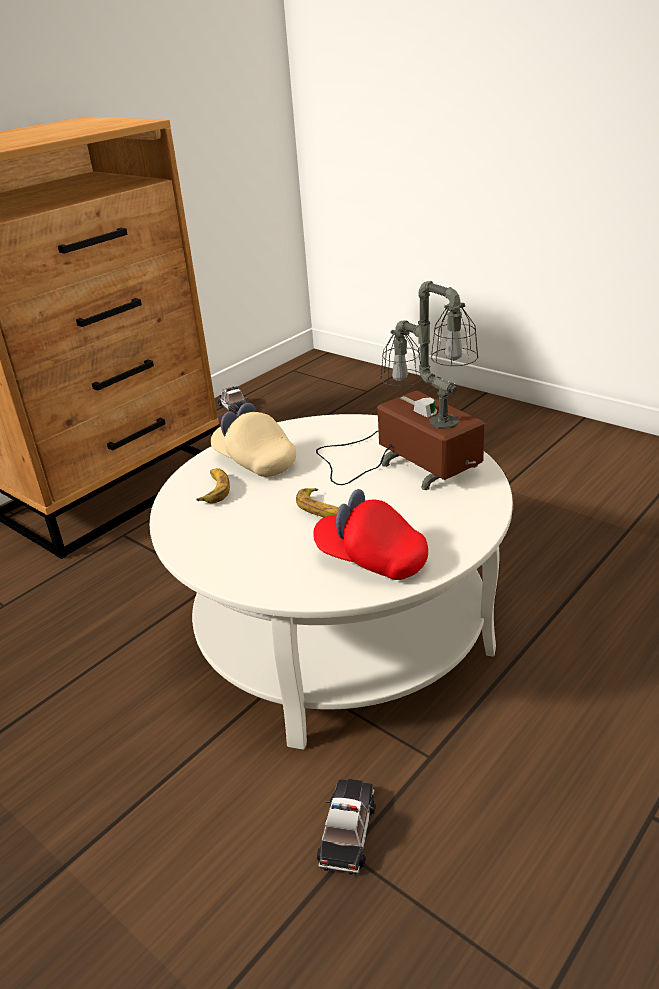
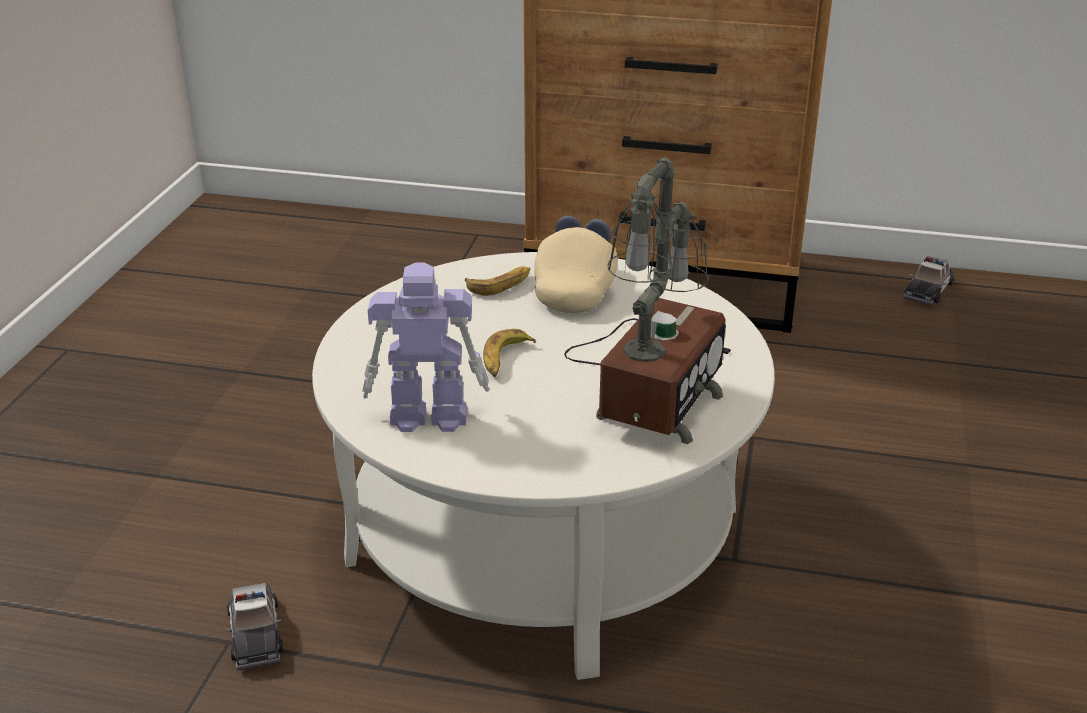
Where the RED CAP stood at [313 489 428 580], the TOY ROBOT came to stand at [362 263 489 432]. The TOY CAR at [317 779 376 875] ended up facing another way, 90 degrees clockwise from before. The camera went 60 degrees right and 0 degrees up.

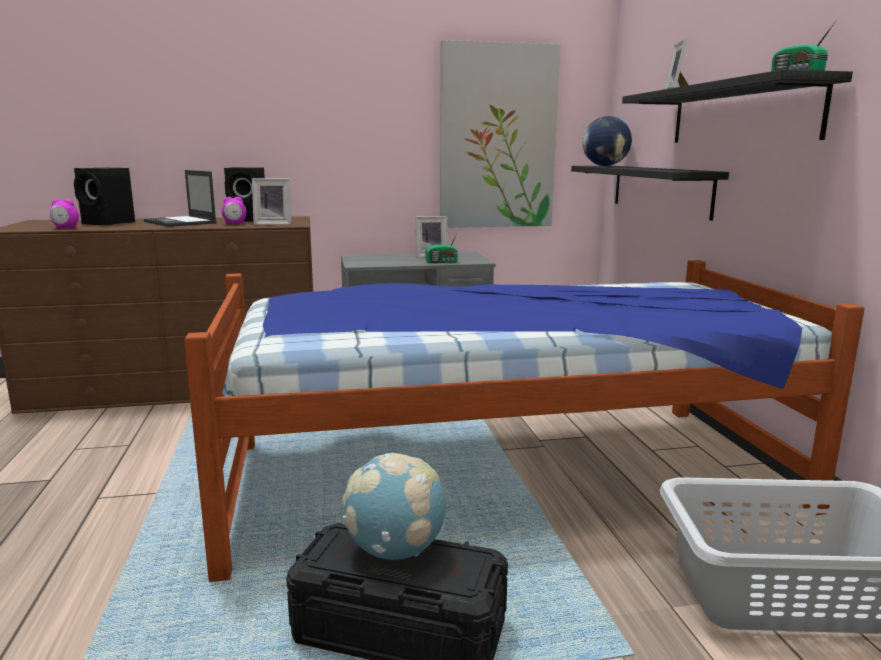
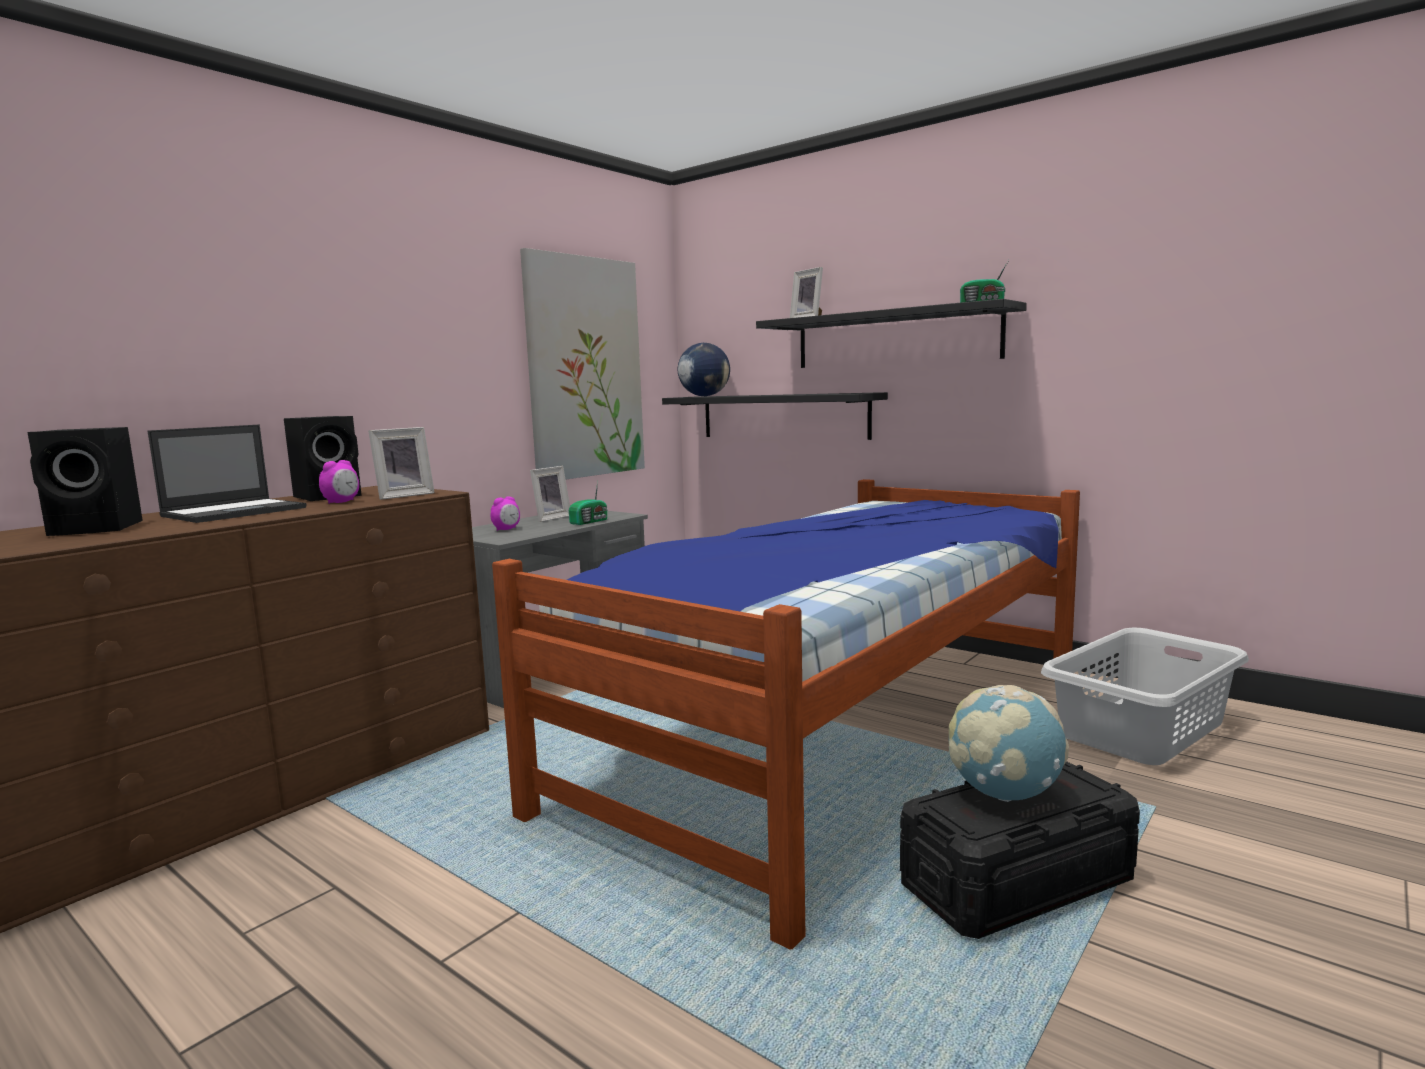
The ALARM CLOCK ended up elsewhere, having gone from [50 199 79 228] to [490 496 520 531]. The LAPTOP at [144 170 217 227] ended up facing another way, 60 degrees counterclockwise from before. The camera went 40 degrees left and 5 degrees down.

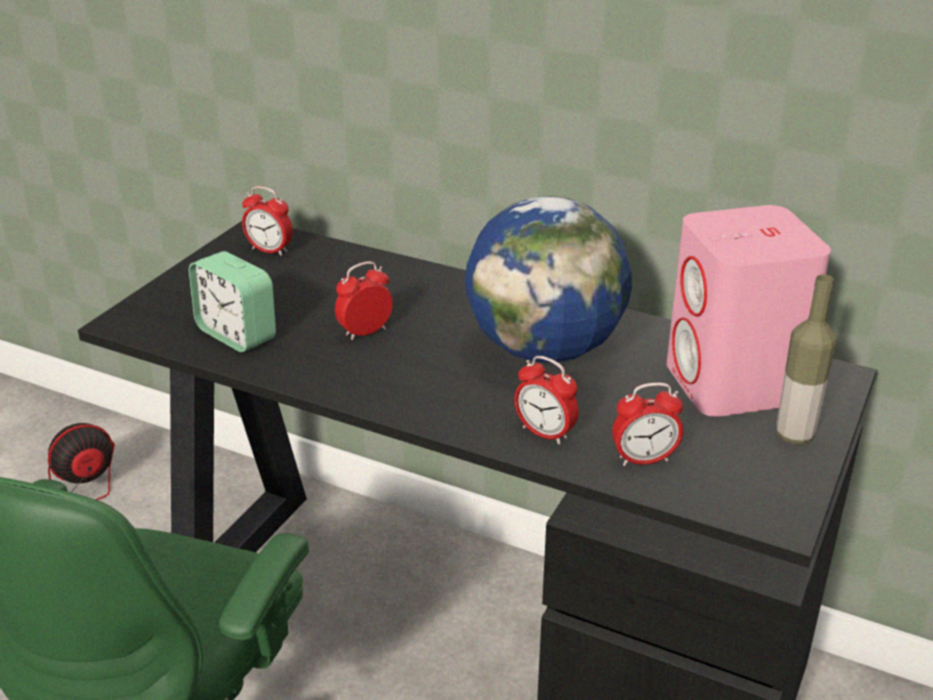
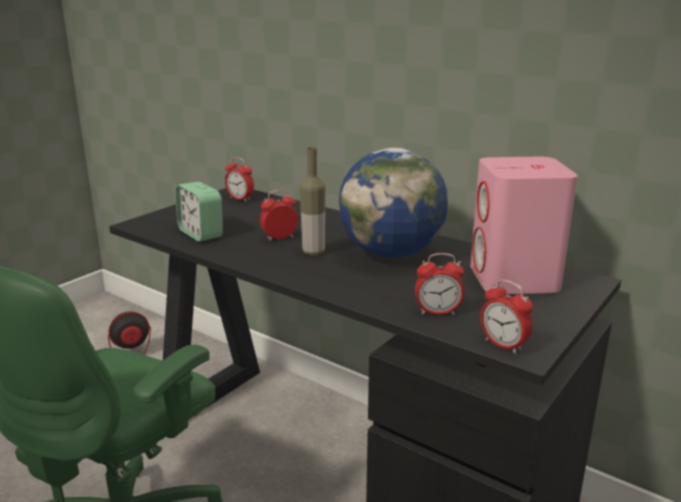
The ALARM CLOCK ended up elsewhere, having gone from [514 356 579 444] to [480 279 533 354]. The BOTTLE ended up elsewhere, having gone from [776 275 836 444] to [300 147 325 255]. The camera went 10 degrees right and 10 degrees down.

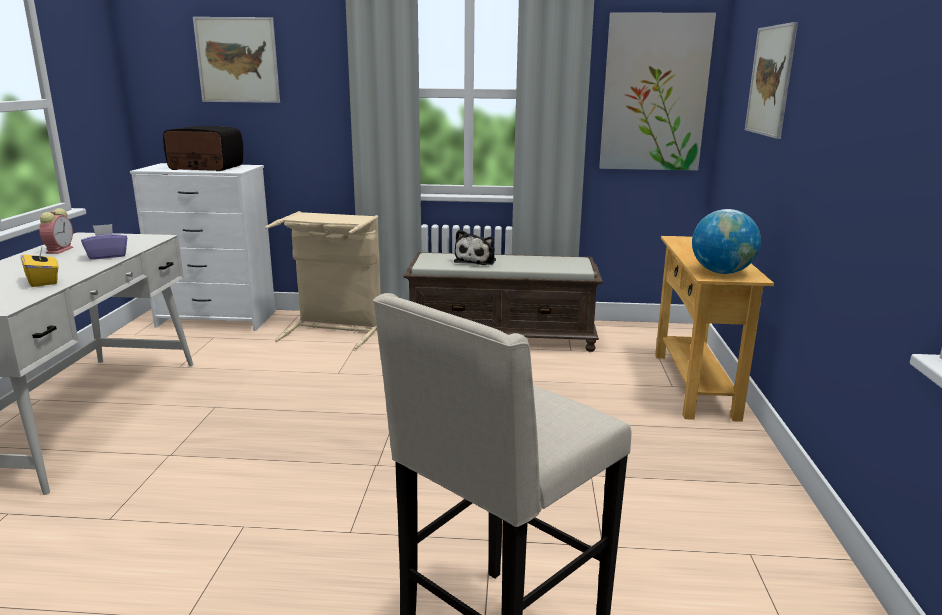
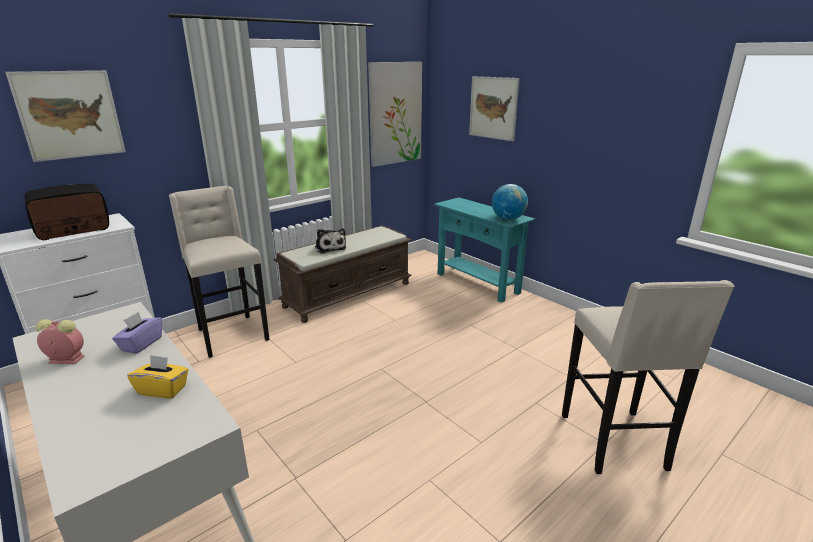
Where the BEIGE LAUNDRY BASKET stood at [265 211 381 349], the BEIGE STOOL came to stand at [169 186 269 358]. What was the BEIGE CONSOLE TABLE at [655 236 774 422] turned into the TURQUOISE CONSOLE TABLE at [434 197 535 303]. The ALARM CLOCK at [39 208 73 254] ended up facing another way, 45 degrees counterclockwise from before. The camera went 45 degrees left and 5 degrees up.

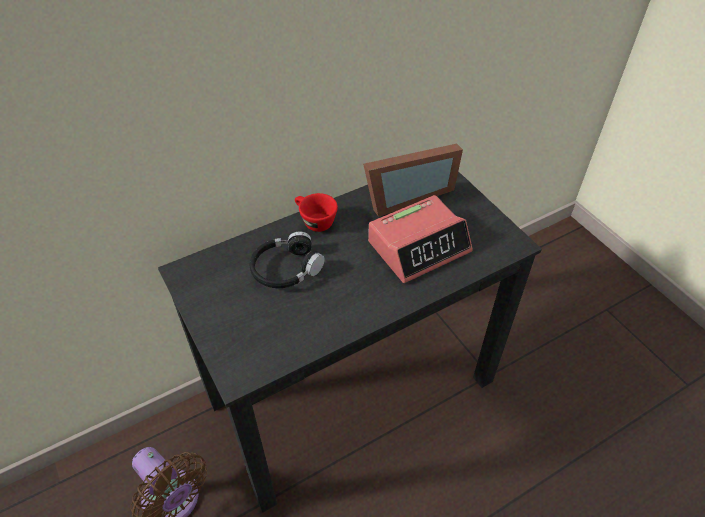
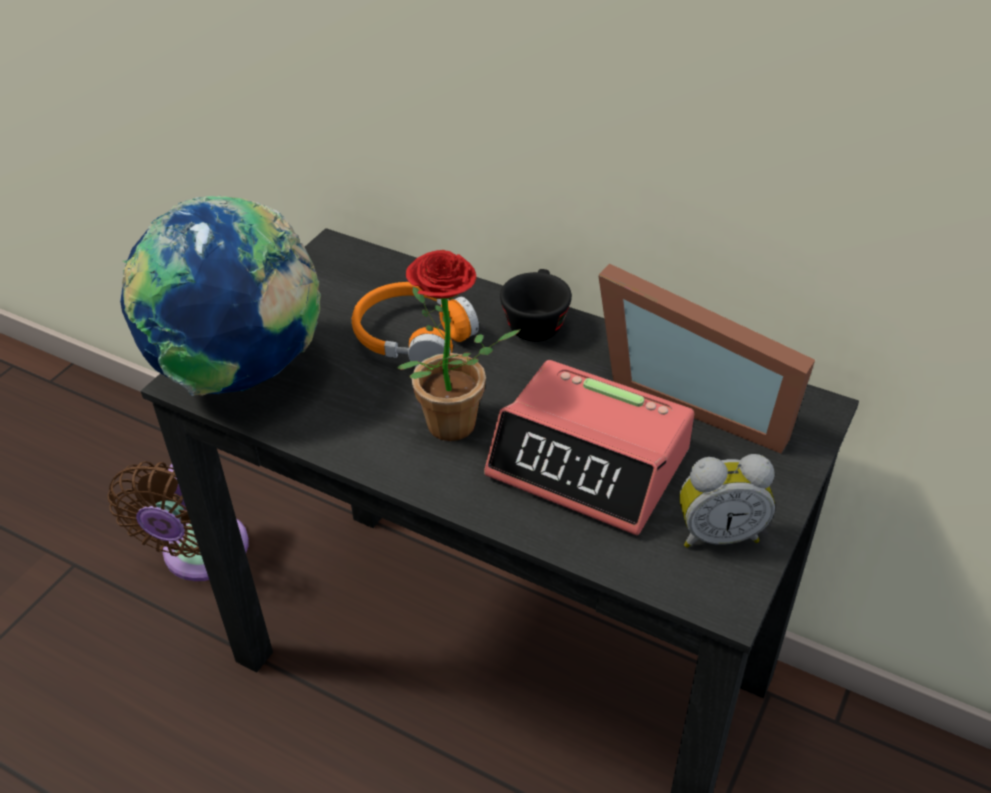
The second view gained the GLOBE at [120 196 321 396]. The second view gained the POTTED PLANT at [397 250 521 441]. The second view gained the ALARM CLOCK at [680 454 775 548]. What was the BLACK HEADPHONES at [250 231 325 288] turned into the ORANGE HEADPHONES at [352 282 479 367]. What was the RED CUP at [295 193 338 232] turned into the BLACK CUP at [500 269 572 341]. The camera went 60 degrees right and 5 degrees down.

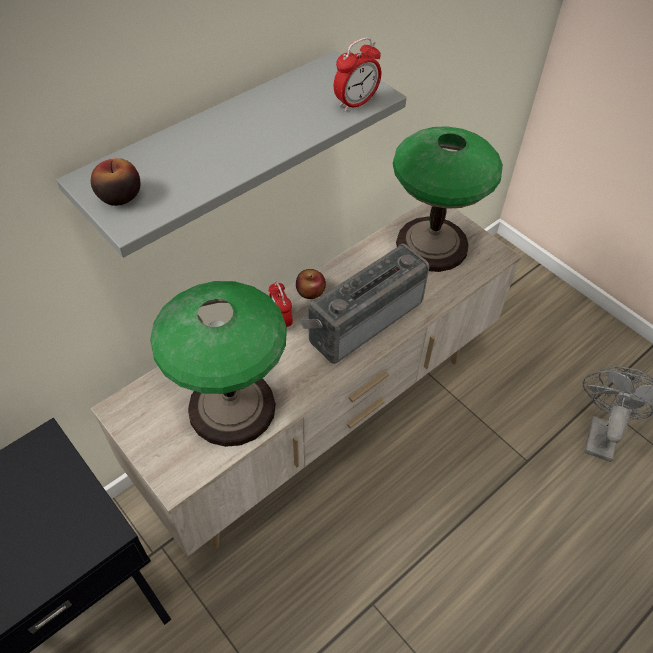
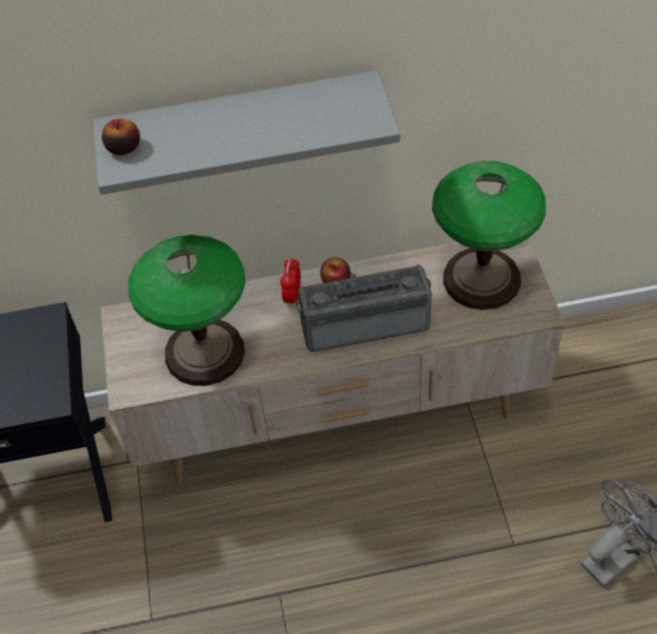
The second view lost the ALARM CLOCK at [334 37 381 112]. The camera went 35 degrees right and 0 degrees up.

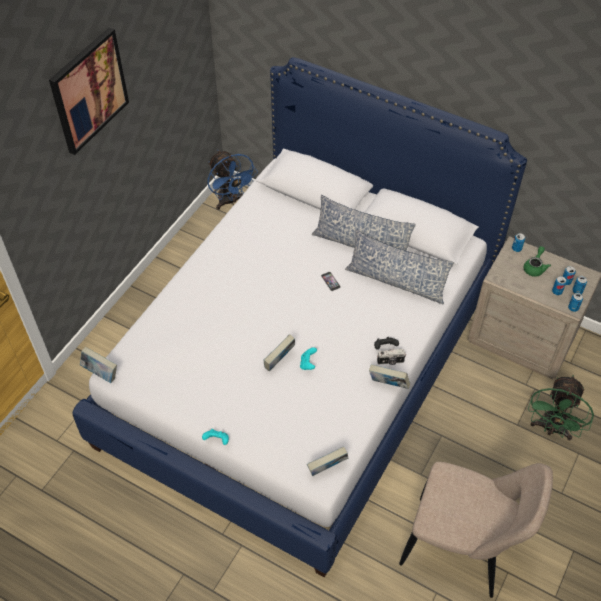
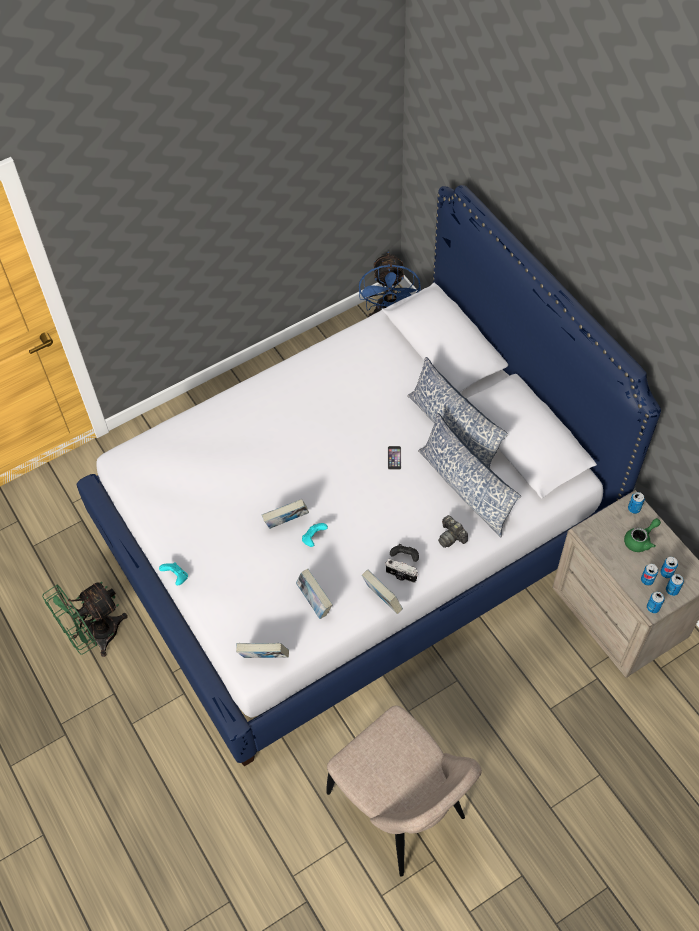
The second view lost the PICTURE at [49 27 129 155]. The second view gained the PHOTO CAMERA at [438 515 468 548]. The BOOK ended up elsewhere, having gone from [80 347 117 383] to [296 569 333 619]. The GREEN FAN ended up elsewhere, having gone from [528 375 594 441] to [42 582 128 657]. The camera went 30 degrees right and 5 degrees up.

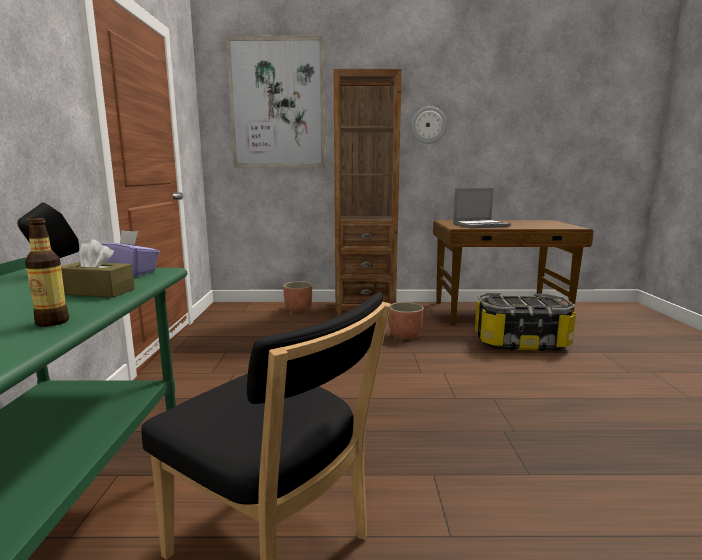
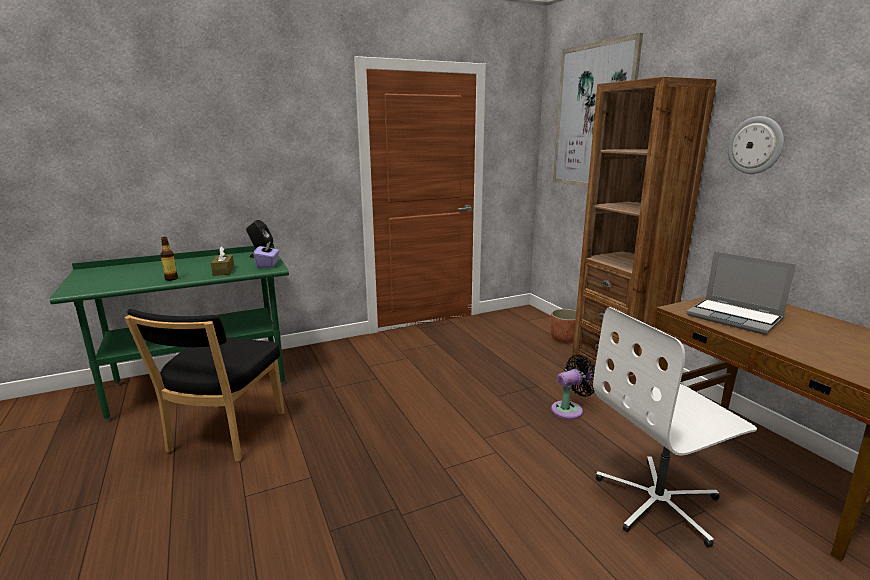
Where the PLANTER stood at [389 302 424 339], the BLACK FAN came to stand at [551 355 595 419]. Where the STORAGE BOX stood at [475 293 576 351], the WHITE OFFICE CHAIR came to stand at [593 307 757 547]. The camera went 65 degrees right and 5 degrees up.

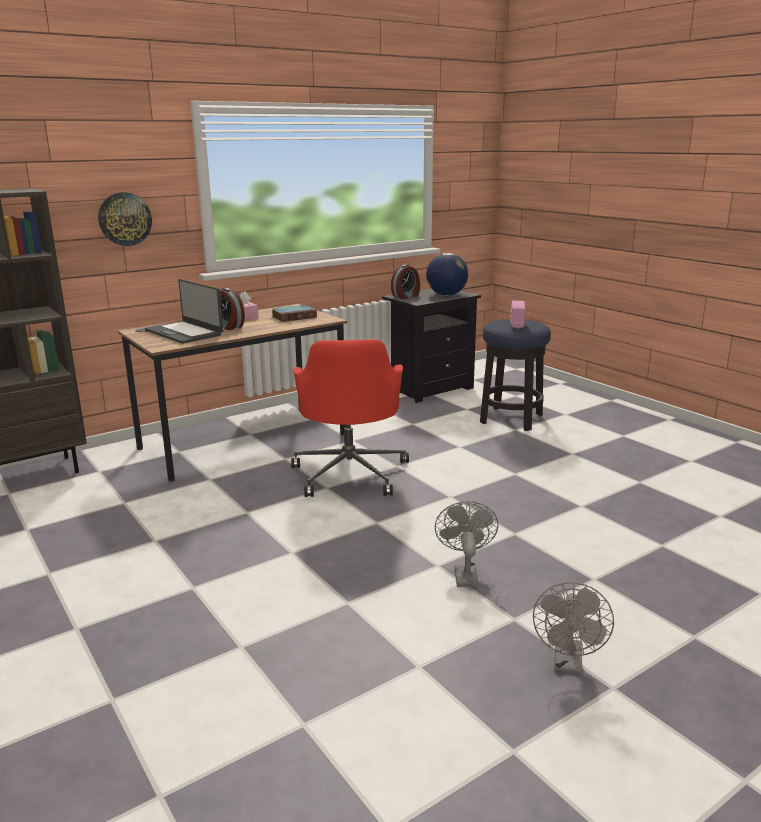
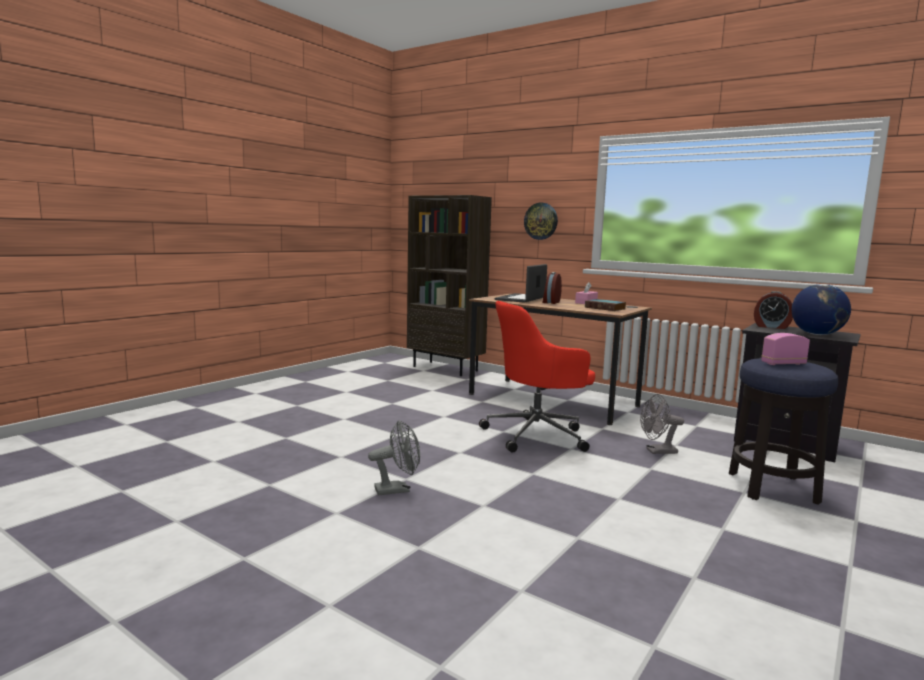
The GREY FAN ended up elsewhere, having gone from [533 582 614 674] to [640 394 684 454]. The camera went 70 degrees right and 10 degrees down.

